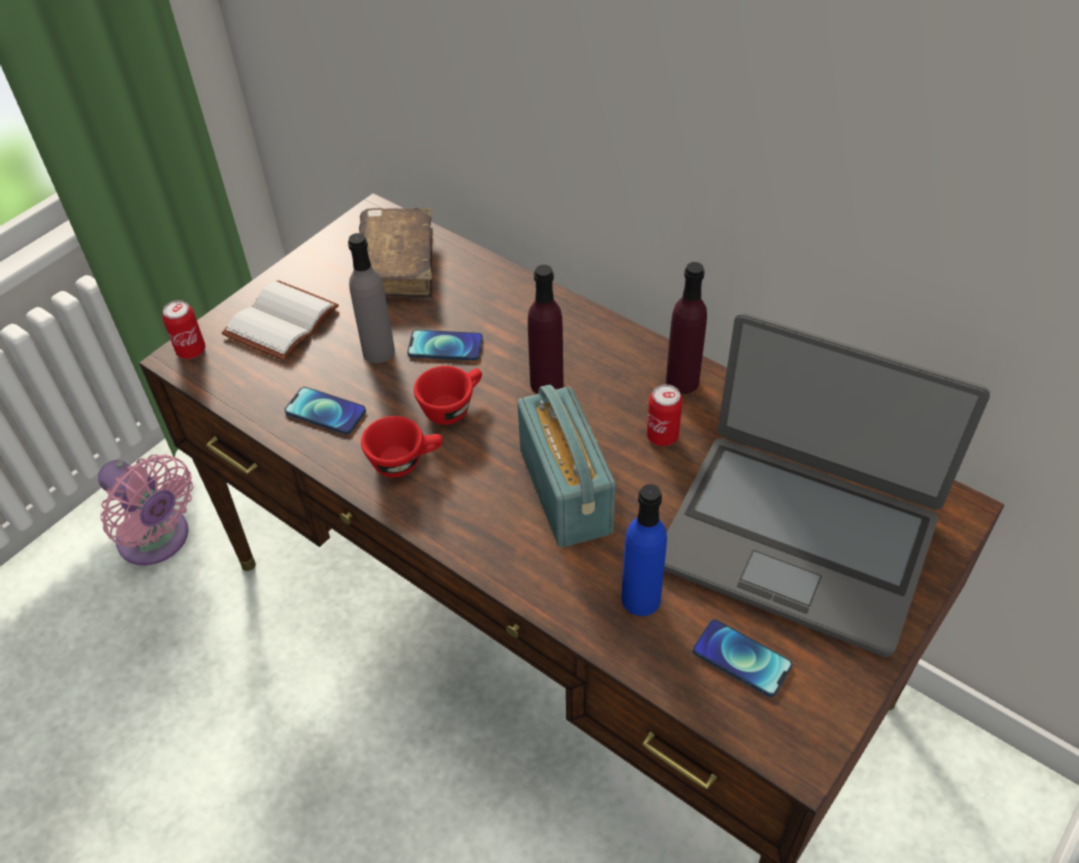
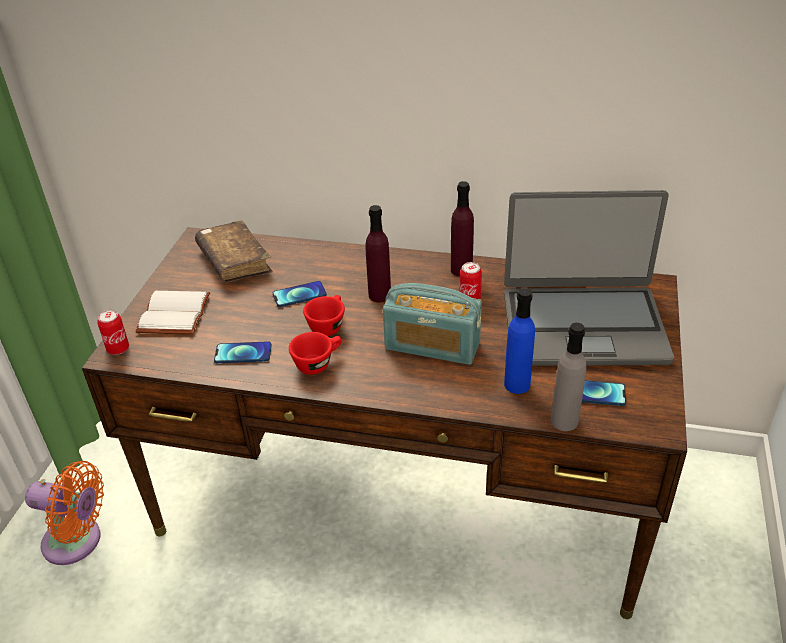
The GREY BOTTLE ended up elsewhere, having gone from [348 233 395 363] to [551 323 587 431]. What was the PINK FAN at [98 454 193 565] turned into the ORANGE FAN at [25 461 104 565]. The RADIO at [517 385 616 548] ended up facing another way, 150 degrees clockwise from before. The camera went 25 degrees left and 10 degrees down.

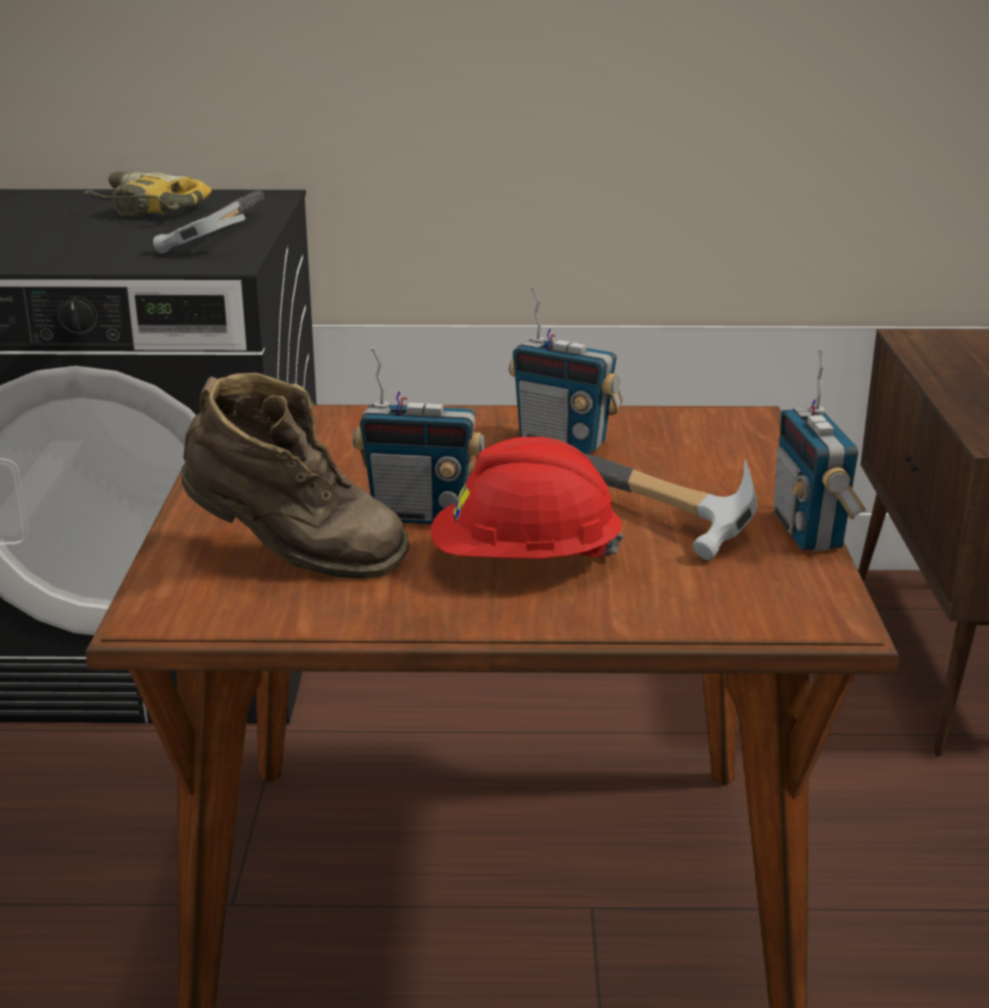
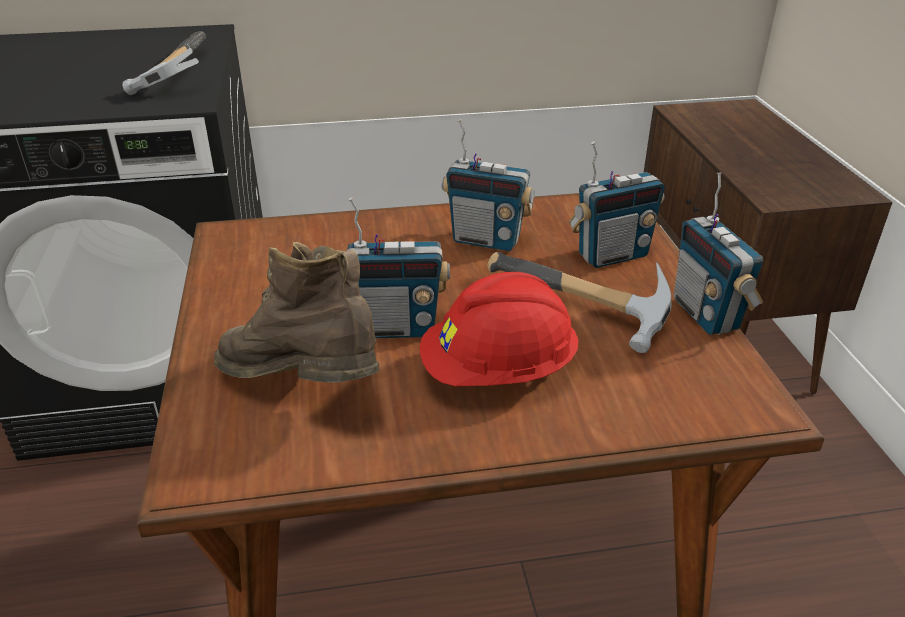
The second view lost the POWER DRILL at [85 171 212 217]. The second view gained the RADIO at [569 141 665 268]. The BROWN BOOT at [181 373 409 579] ended up facing another way, 150 degrees counterclockwise from before. The camera went 10 degrees left and 10 degrees up.

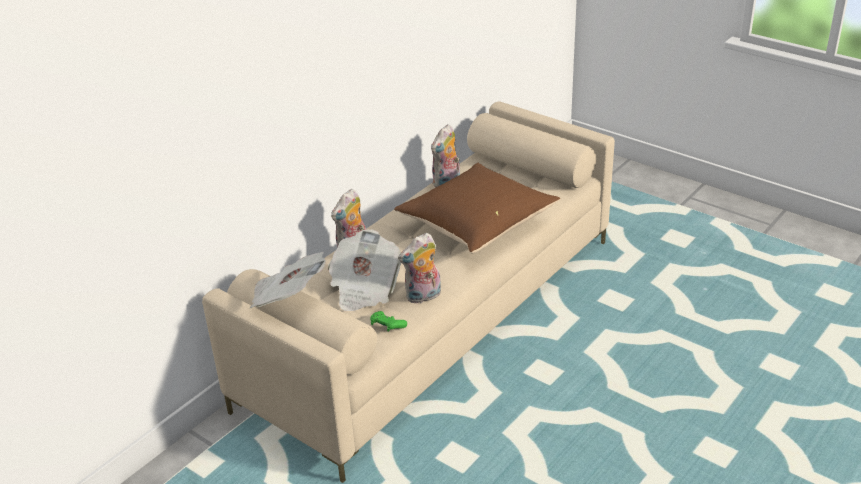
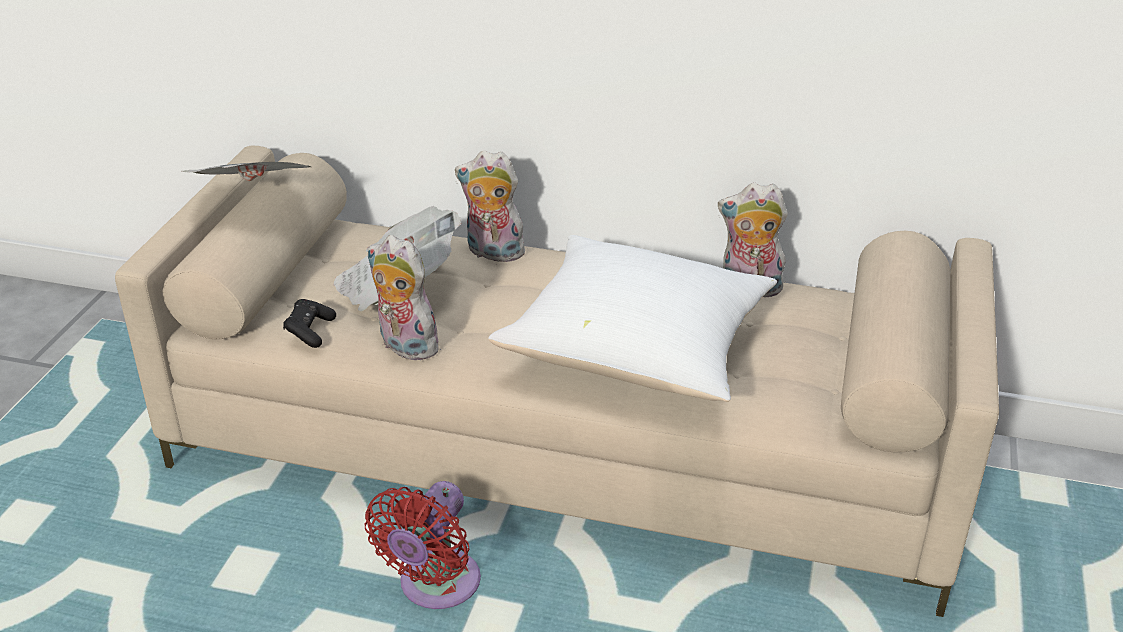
The second view gained the RED FAN at [365 481 481 609]. What was the GREEN GAME CONTROLLER at [370 311 407 332] turned into the BLACK GAME CONTROLLER at [283 299 336 348]. What was the BROWN PILLOW at [394 163 560 254] turned into the WHITE PILLOW at [488 235 777 402]. The camera went 65 degrees right and 0 degrees up.

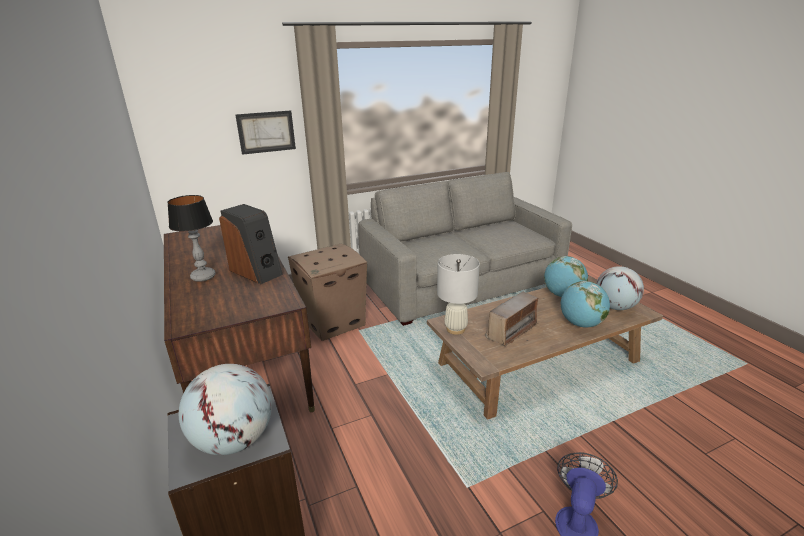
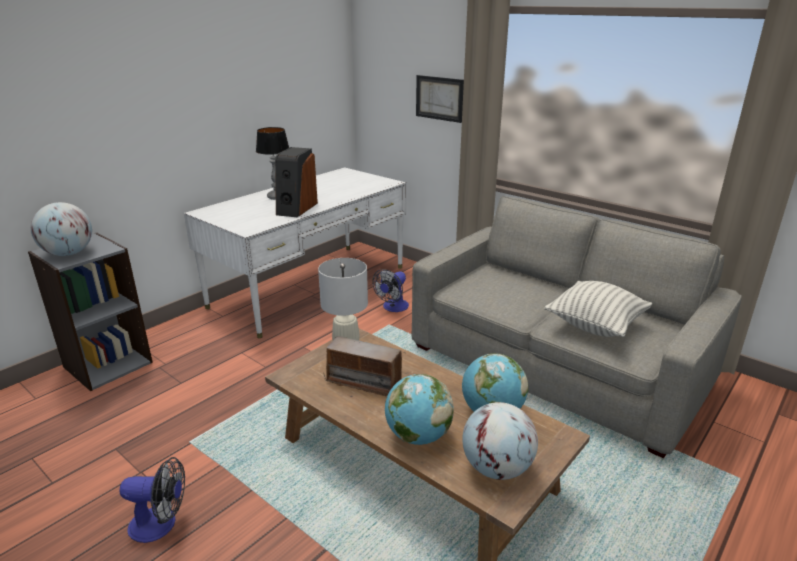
The second view gained the PILLOW at [544 281 652 337]. Where the CARDBOARD BOX stood at [288 244 367 341], the FAN came to stand at [372 269 409 312]. What was the BROWN DESK at [164 225 315 412] turned into the WHITE DESK at [184 167 406 338]. The camera went 65 degrees right and 0 degrees up.

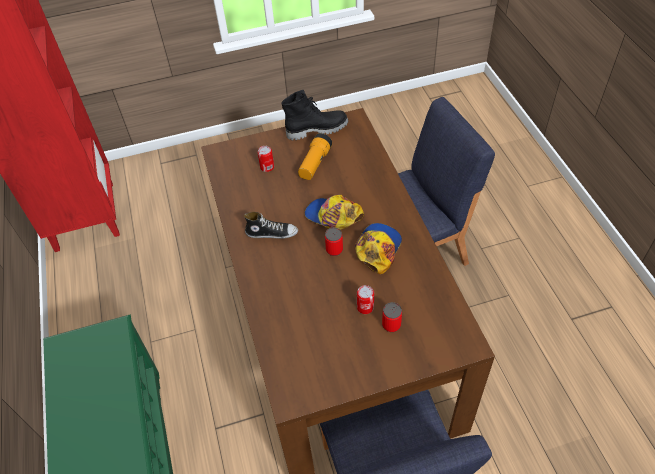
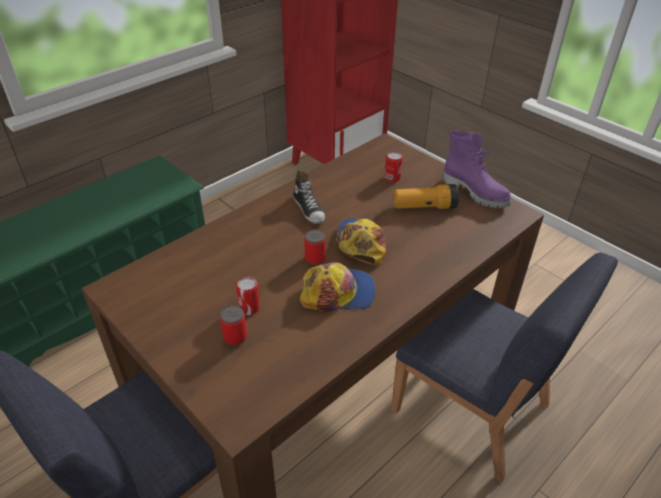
What was the BLACK BOOT at [281 90 348 140] turned into the PURPLE BOOT at [443 131 511 208]. The camera went 60 degrees right and 10 degrees down.

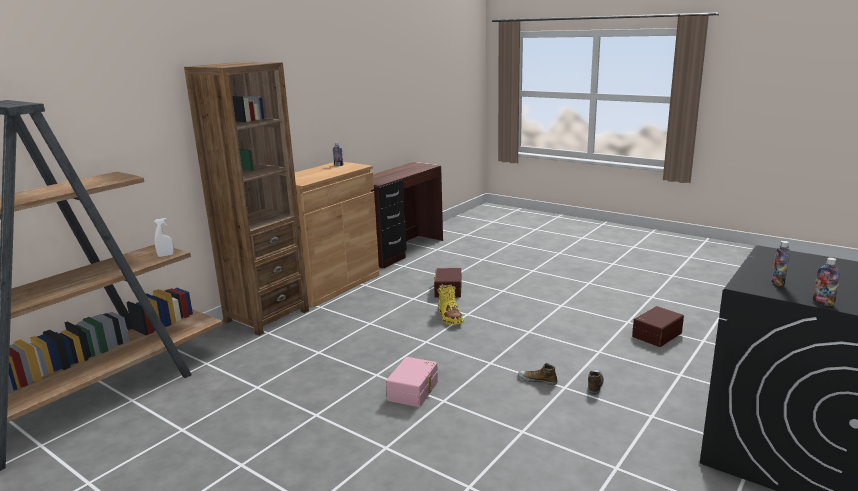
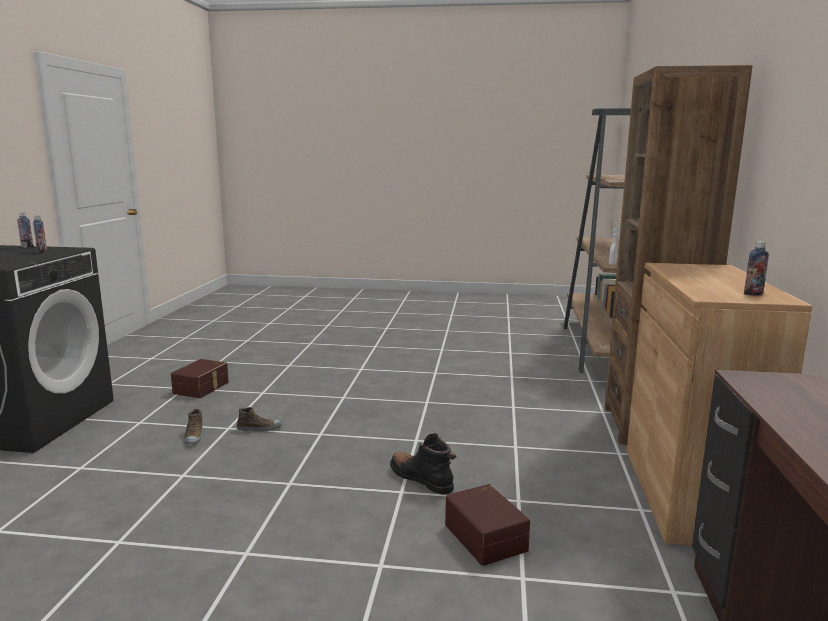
The second view lost the PINK STORAGE BOX at [386 357 438 407]. The BROWN STORAGE BOX ended up elsewhere, having gone from [632 306 684 347] to [171 359 229 398]. What was the YELLOW BOOT at [438 284 464 325] turned into the BLACK BOOT at [390 433 456 495]. The camera went 150 degrees right and 5 degrees down.

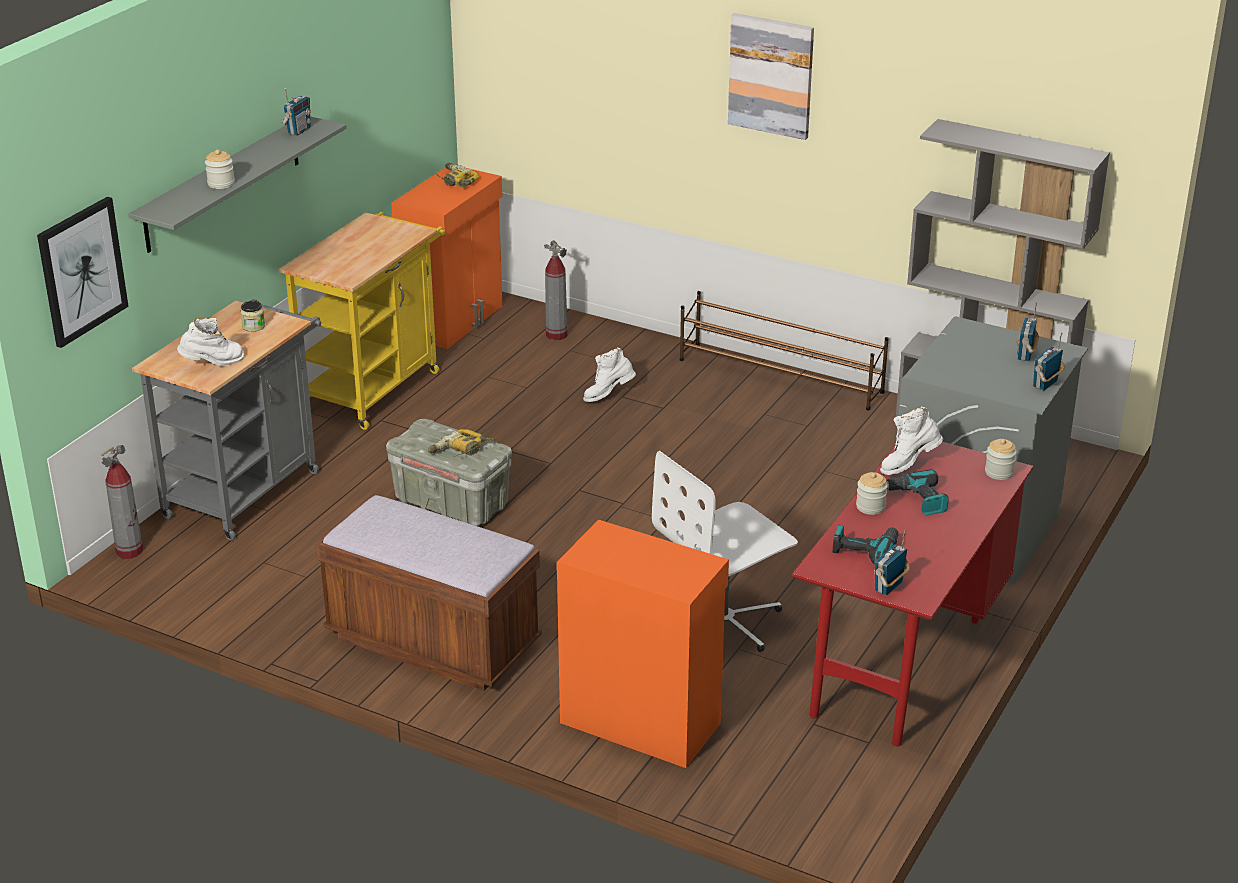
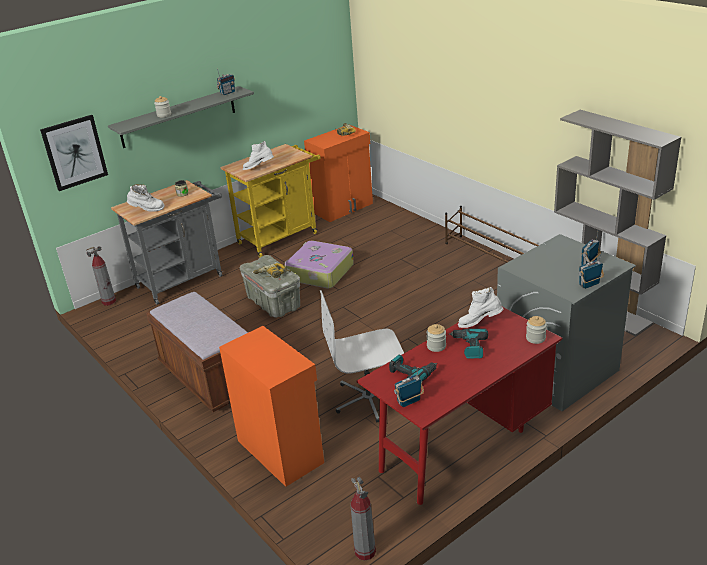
The second view lost the PICTURE at [728 13 814 140]. The second view gained the SUITCASE at [285 240 354 289]. The FIRE EXTINGUISHER ended up elsewhere, having gone from [544 240 568 340] to [350 477 376 561]. The WHITE BOOT ended up elsewhere, having gone from [583 348 636 402] to [243 141 274 170]. The camera went 25 degrees right and 0 degrees up.

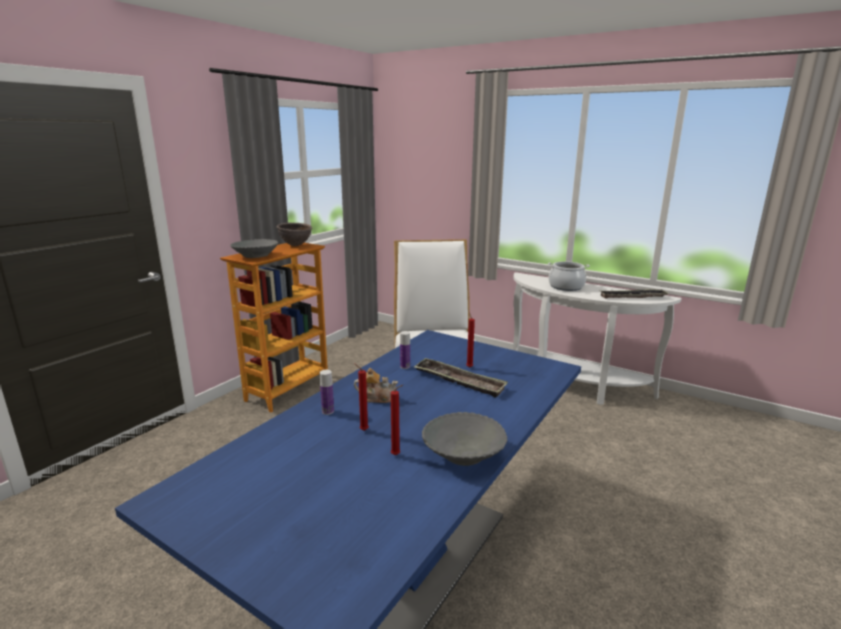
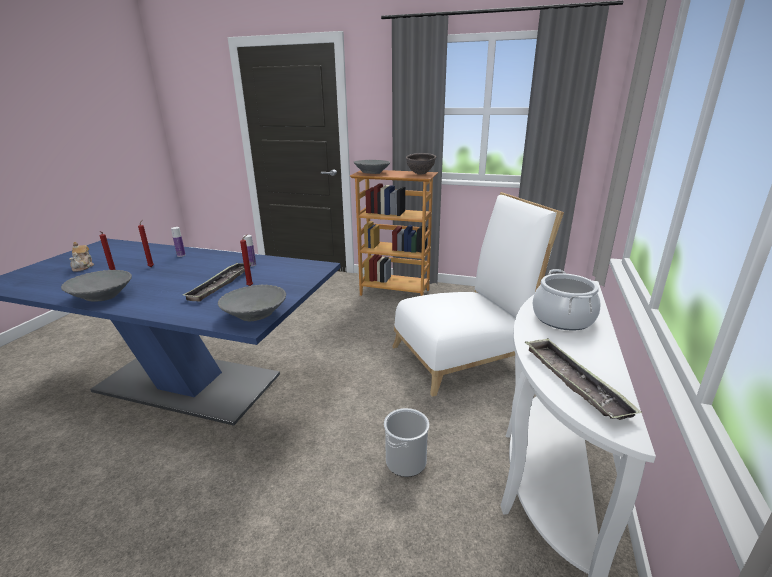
The second view gained the GREY BOWL at [218 285 286 321]. The second view gained the BUCKET at [384 408 429 477]. The TEAPOT ended up elsewhere, having gone from [354 368 398 403] to [70 242 94 272]. The camera went 75 degrees right and 5 degrees up.

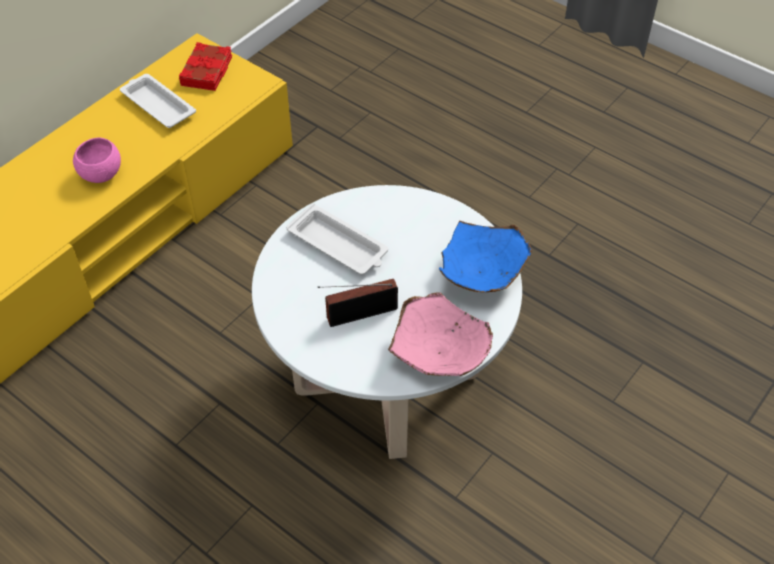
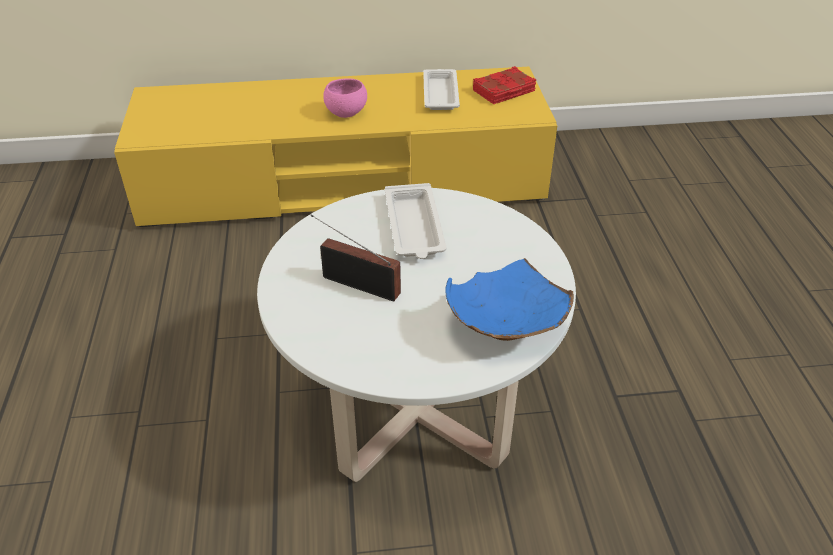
The second view lost the PINK BOWL at [388 292 493 376]. The camera went 45 degrees right and 10 degrees down.

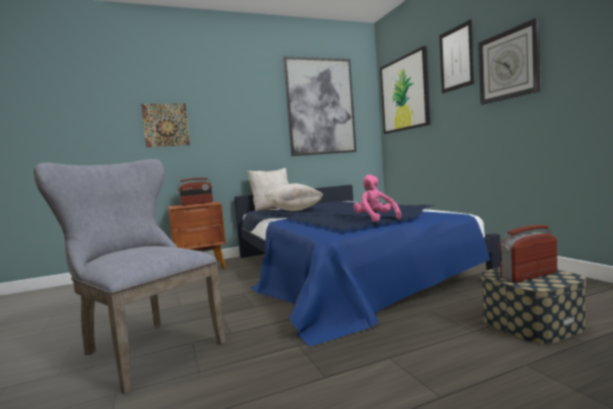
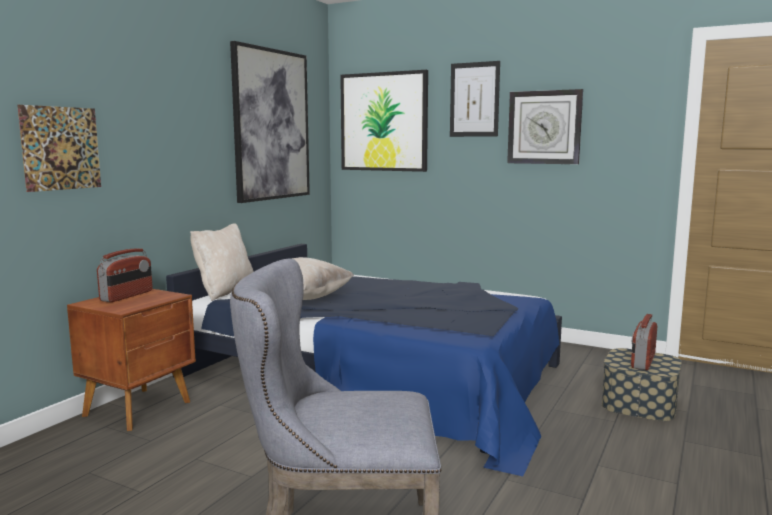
The second view lost the PINK PLUSH TOY at [354 175 401 222]. The camera went 40 degrees left and 5 degrees up.

